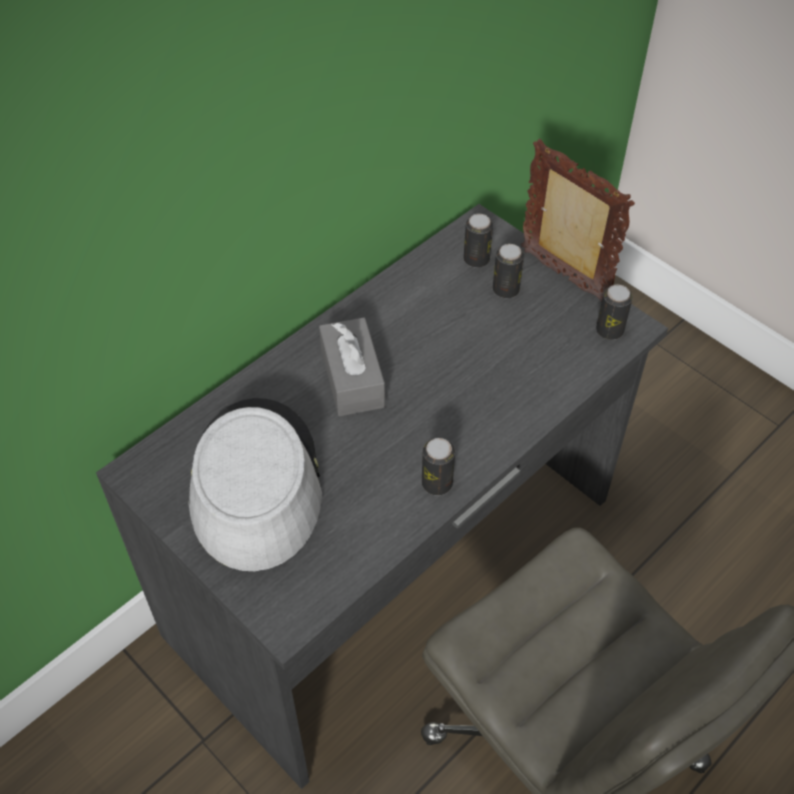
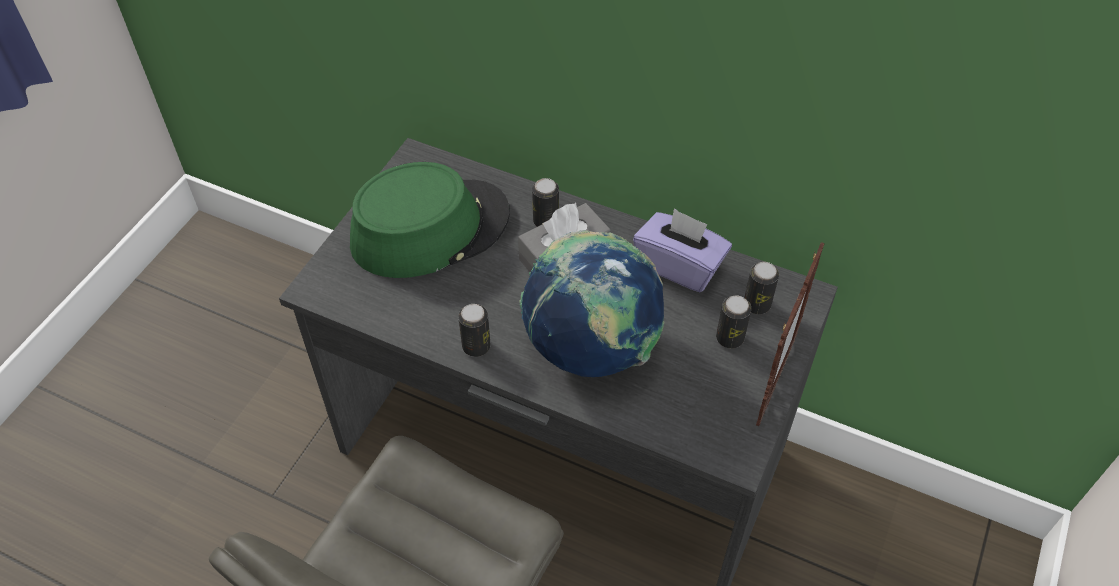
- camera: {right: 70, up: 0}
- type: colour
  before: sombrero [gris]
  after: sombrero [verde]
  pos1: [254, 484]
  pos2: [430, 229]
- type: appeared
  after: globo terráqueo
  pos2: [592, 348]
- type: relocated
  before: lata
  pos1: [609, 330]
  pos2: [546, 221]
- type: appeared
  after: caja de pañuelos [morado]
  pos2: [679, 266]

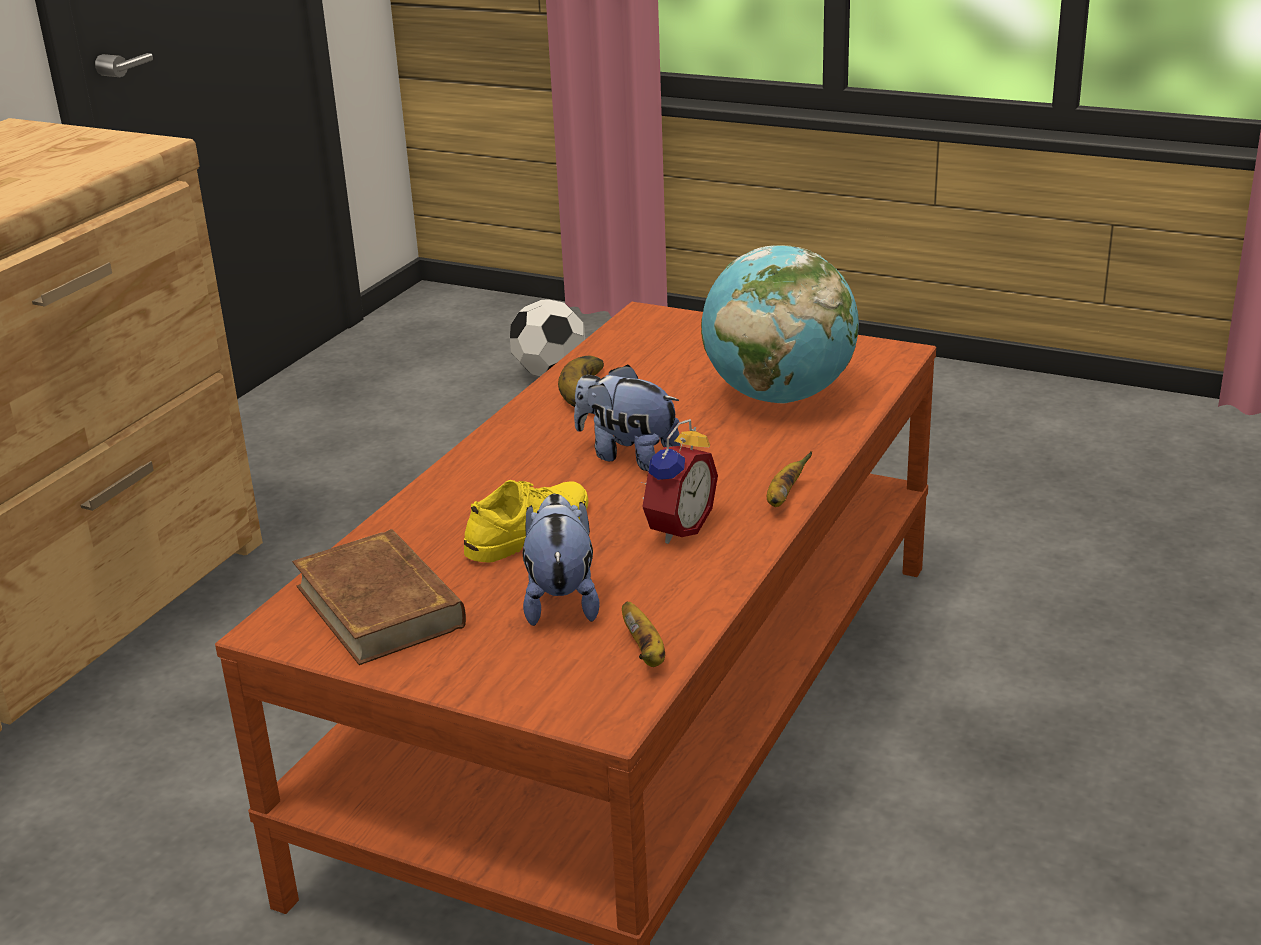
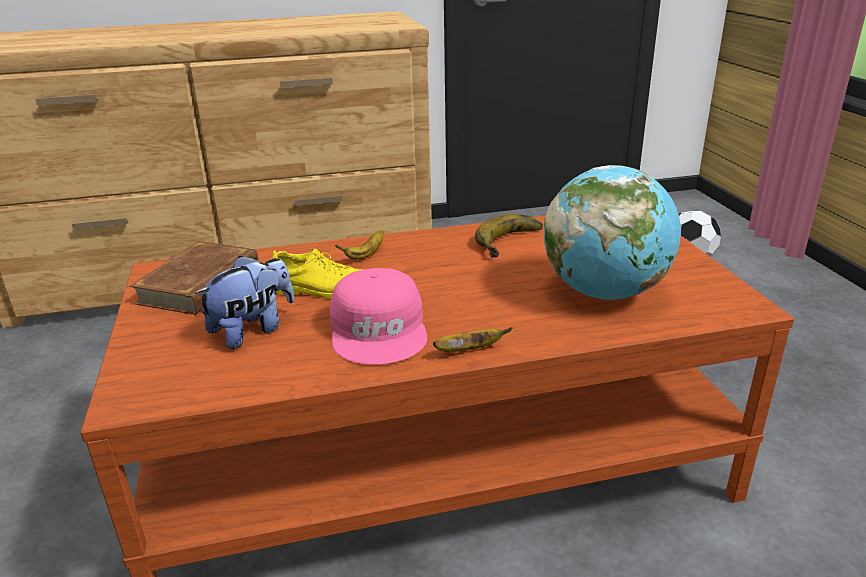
- camera: {right: 50, up: 0}
- type: exchanged
  before: despertador
  after: gorra [rosa]
  pos1: [675, 528]
  pos2: [380, 330]
- type: relocated
  before: plátano
  pos1: [645, 652]
  pos2: [365, 255]
- type: missing
  before: peluche
  pos1: [627, 455]

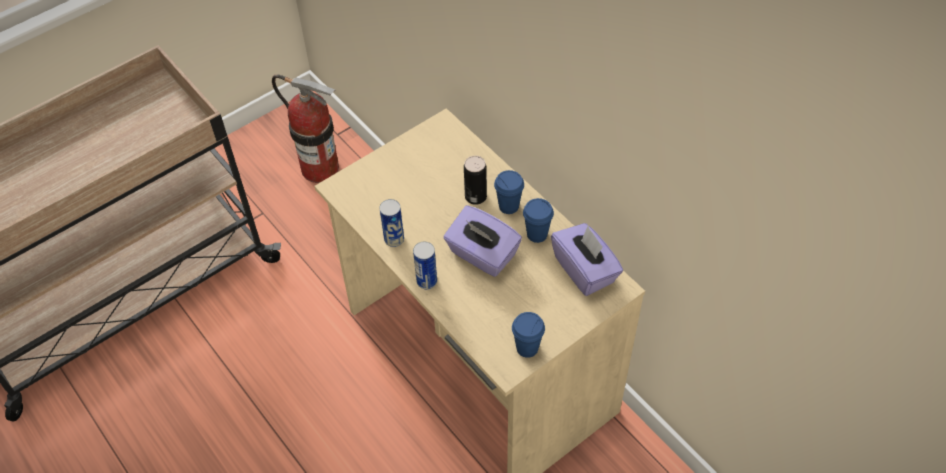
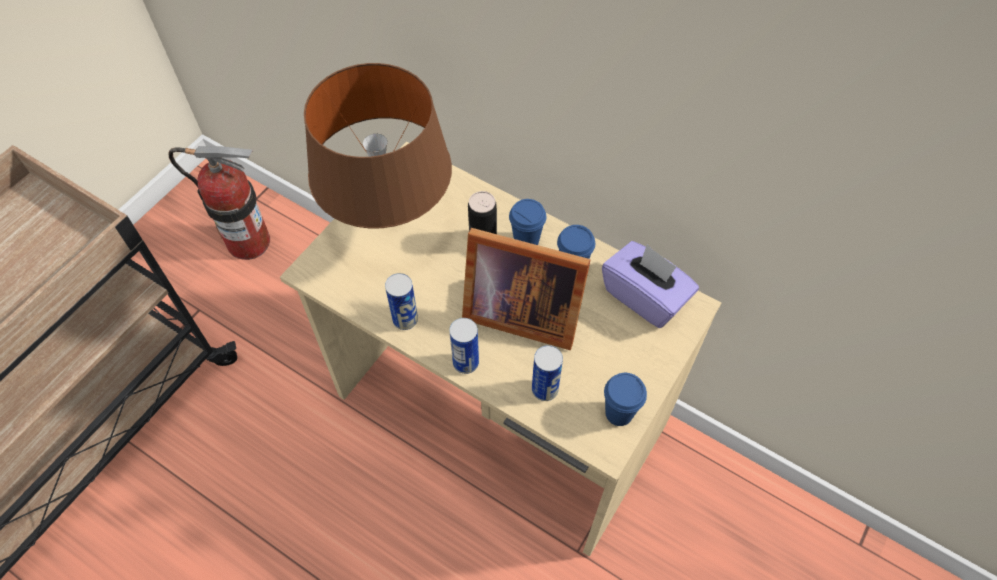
- camera: {right: -20, up: 5}
- type: appeared
  after: lámpara de mesa [marrón]
  pos2: [390, 226]
- type: exchanged
  before: caja de pañuelos [morado]
  after: portarretratos
  pos1: [482, 255]
  pos2: [519, 310]
- type: appeared
  after: lata
  pos2: [545, 389]

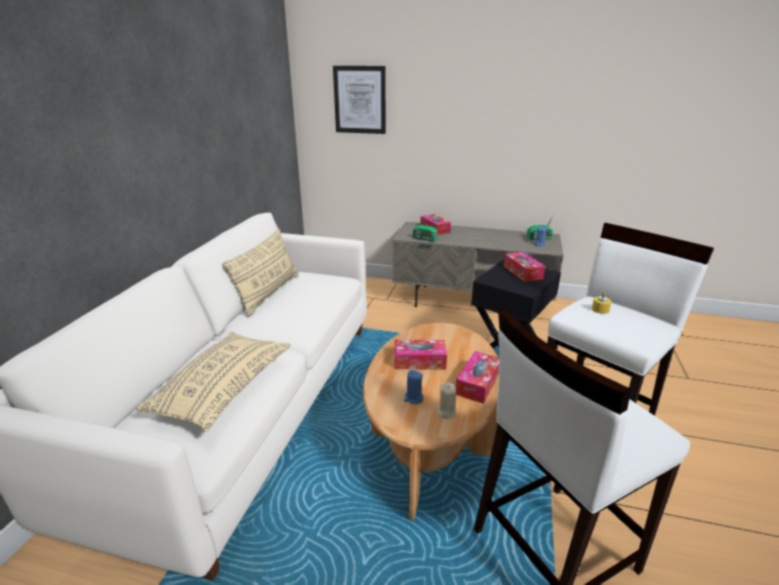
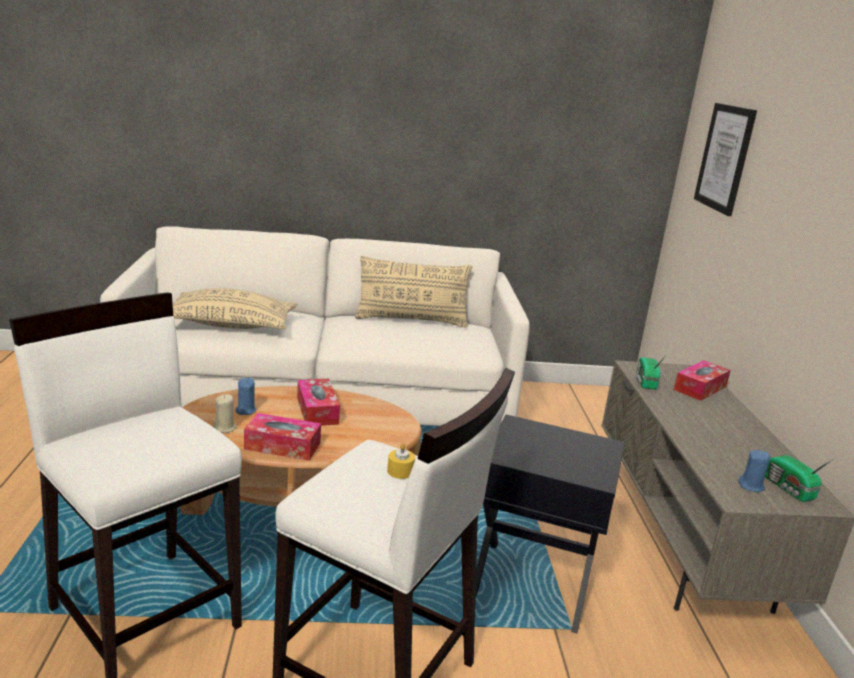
- camera: {right: 70, up: -5}
- type: missing
  before: caja de pañuelos
  pos1: [522, 272]

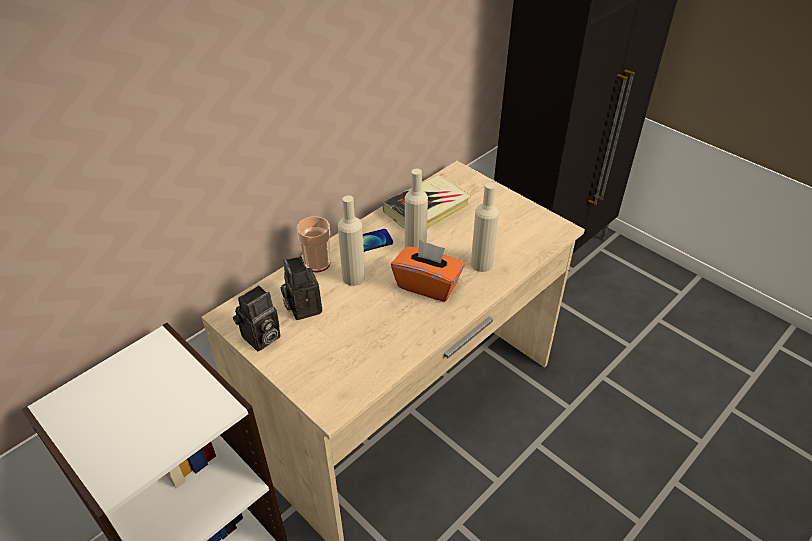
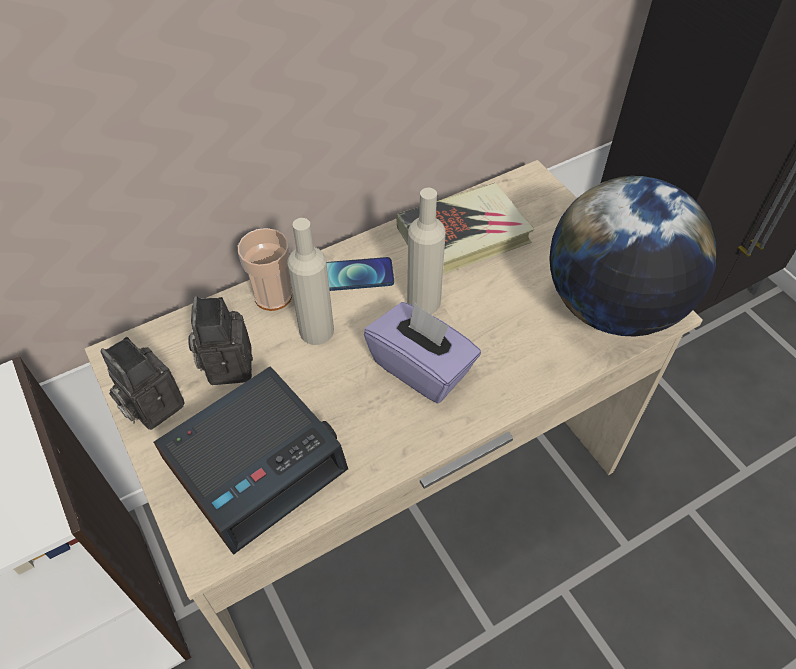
- camera: {right: 15, up: 10}
- type: spun
  before: cámara
  pos1: [261, 339]
  pos2: [150, 405]
  turn: 75
- type: appeared
  after: despertador
  pos2: [255, 462]
- type: colour
  before: caja de pañuelos [naranja]
  after: caja de pañuelos [morado]
  pos1: [428, 285]
  pos2: [421, 367]
- type: appeared
  after: globo terráqueo
  pos2: [612, 307]
- type: missing
  before: botella [beis]
  pos1: [481, 264]

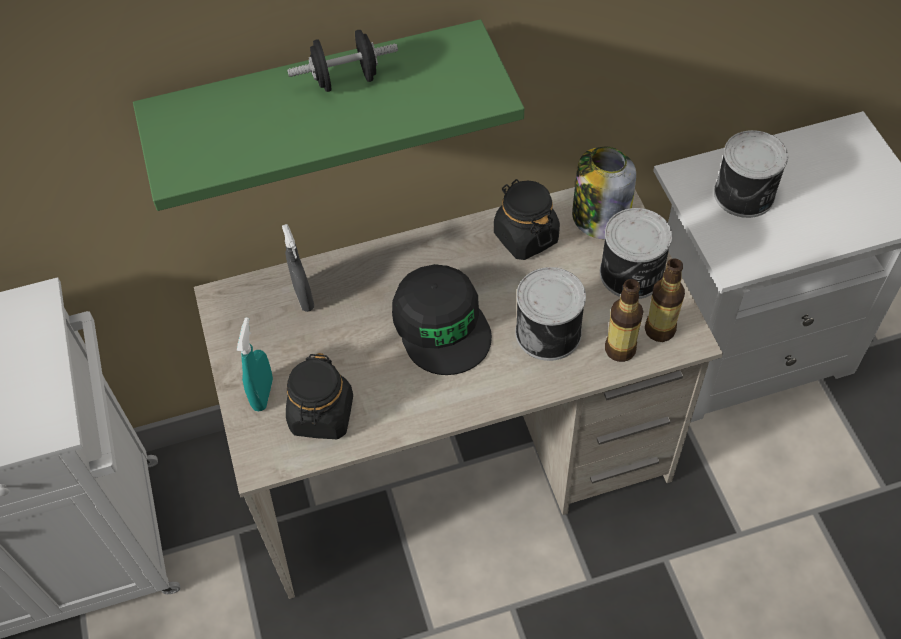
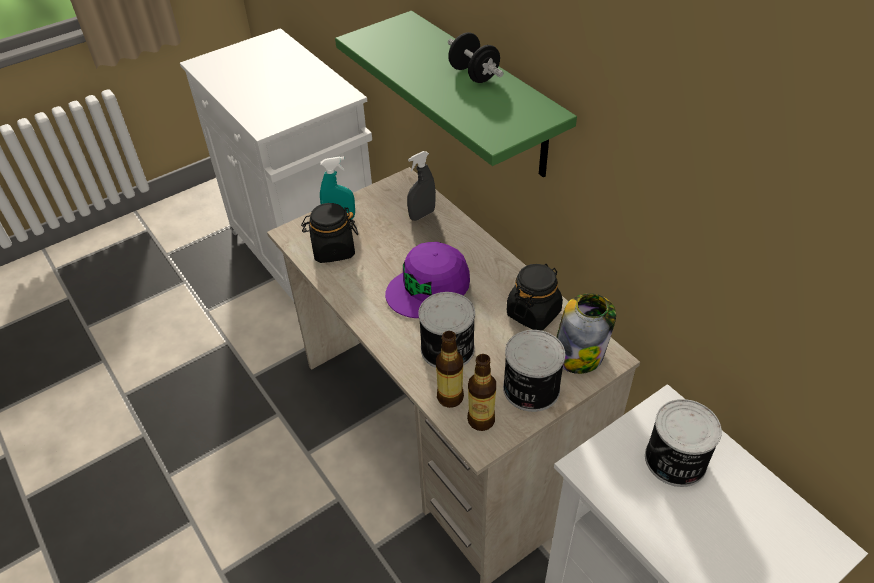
- camera: {right: 70, up: -10}
- type: colour
  before: gorra [negro]
  after: gorra [morado]
  pos1: [442, 325]
  pos2: [429, 287]

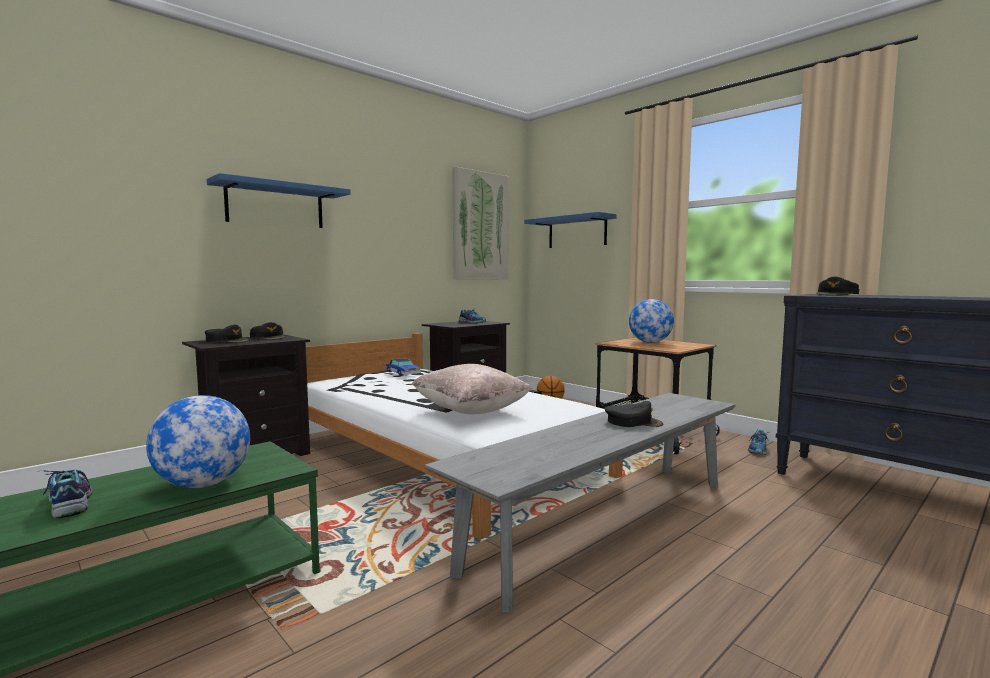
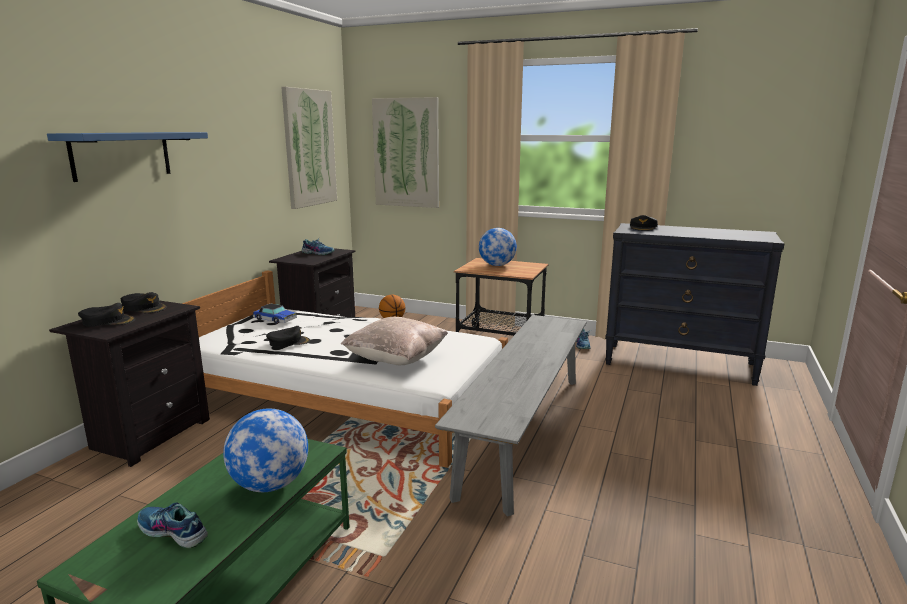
- camera: {right: -25, up: 10}
- type: relocated
  before: gorra [negro]
  pos1: [633, 422]
  pos2: [288, 342]
- type: exchanged
  before: estante [azul]
  after: cuadro
  pos1: [577, 232]
  pos2: [406, 153]

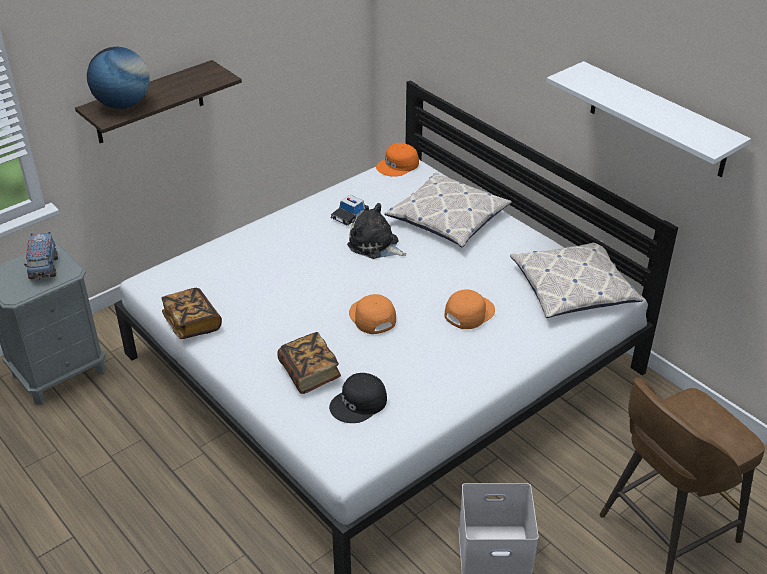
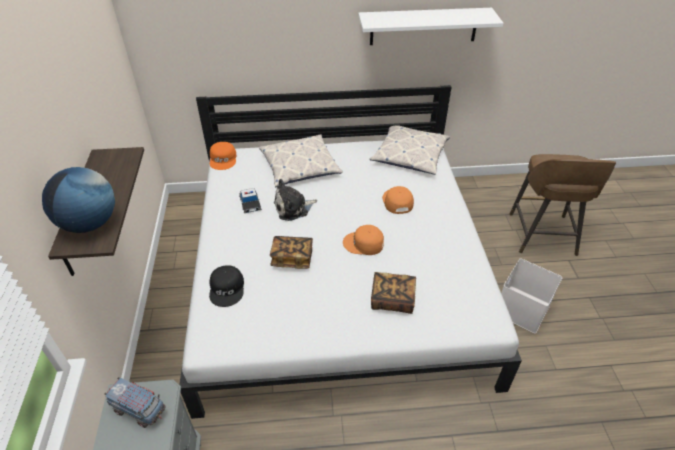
- camera: {right: -55, up: 5}
- type: relocated
  before: gorra [negro]
  pos1: [359, 404]
  pos2: [227, 289]
- type: relocated
  before: libro
  pos1: [192, 323]
  pos2: [292, 258]

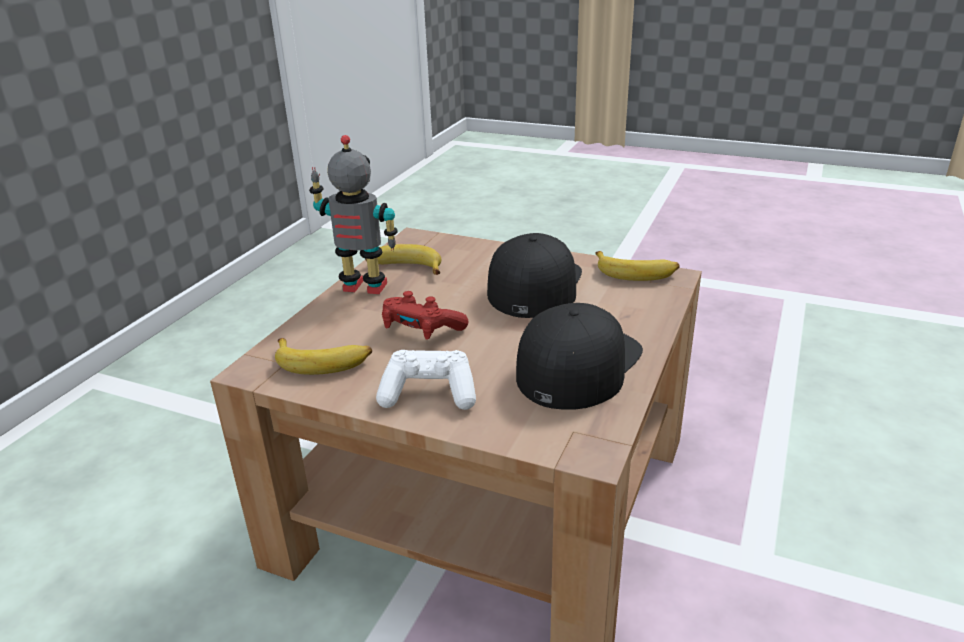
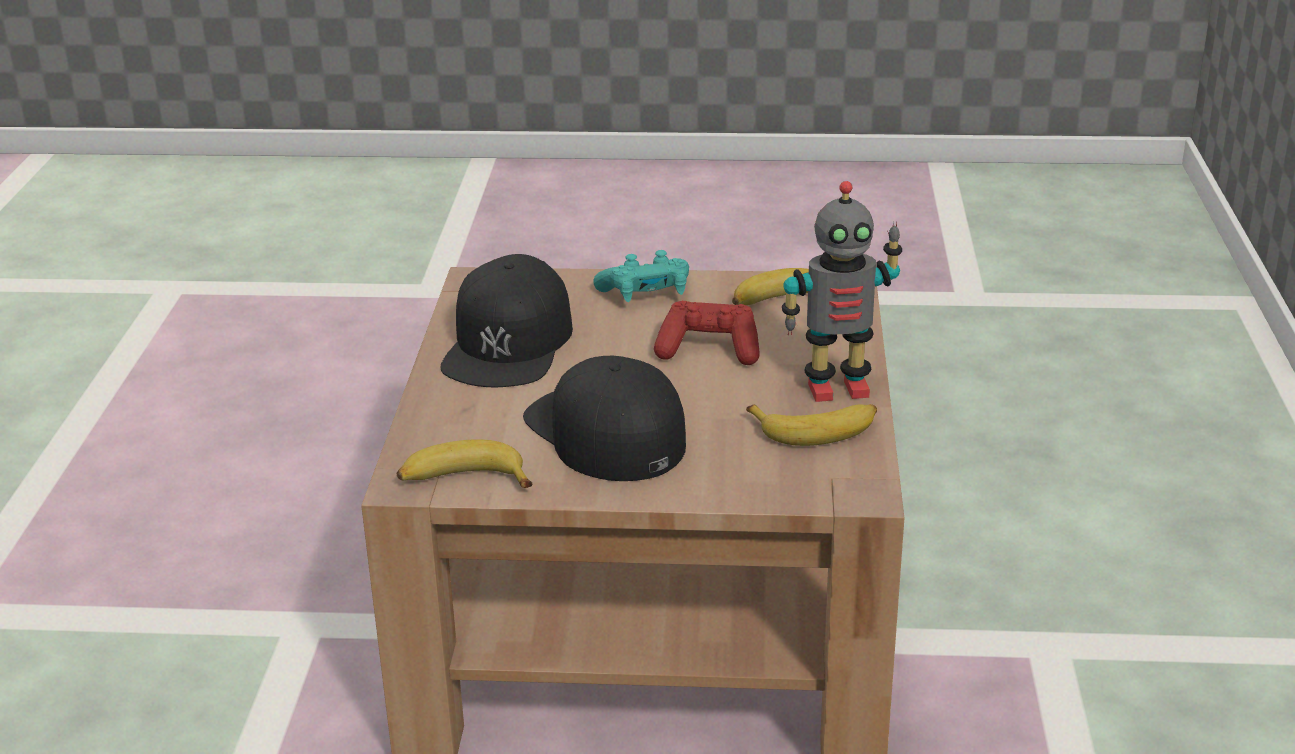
- camera: {right: 160, up: 0}
- type: spun
  before: gorra [negro]
  pos1: [535, 285]
  pos2: [605, 432]
  turn: 150
- type: colour
  before: mando de consola [blanco]
  after: mando de consola [turquesa]
  pos1: [429, 394]
  pos2: [646, 295]

